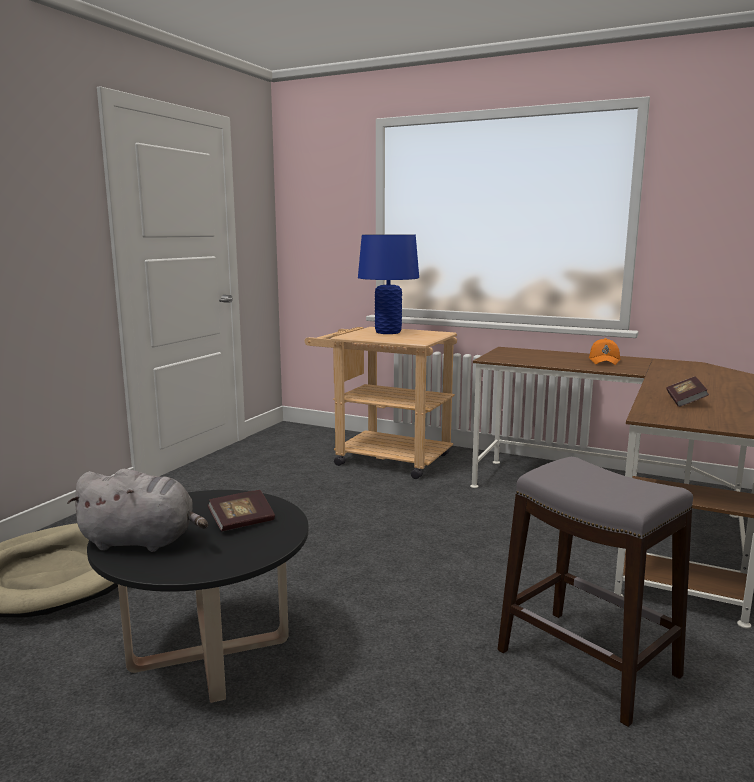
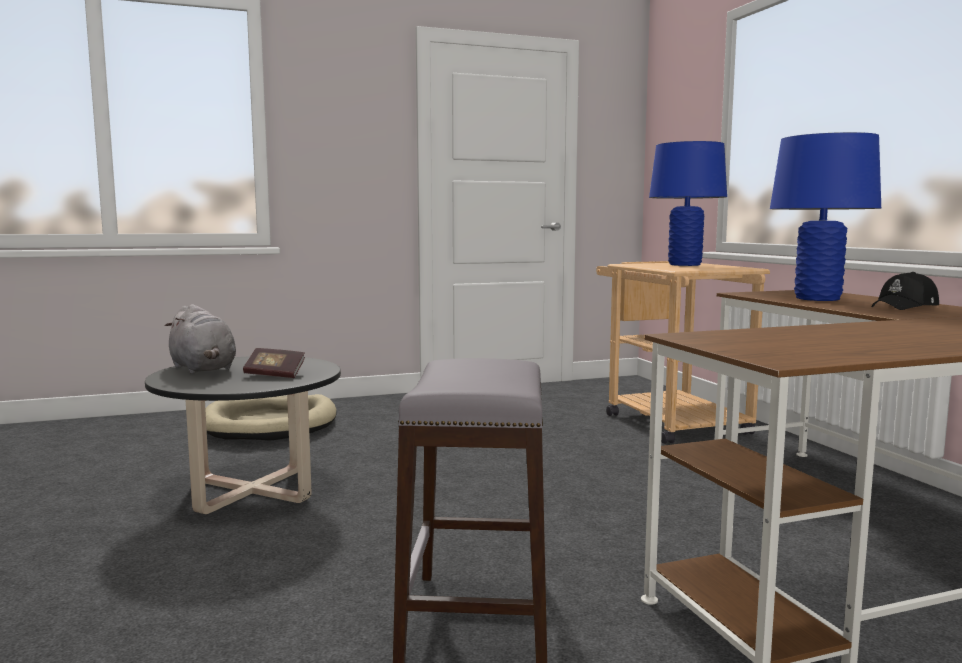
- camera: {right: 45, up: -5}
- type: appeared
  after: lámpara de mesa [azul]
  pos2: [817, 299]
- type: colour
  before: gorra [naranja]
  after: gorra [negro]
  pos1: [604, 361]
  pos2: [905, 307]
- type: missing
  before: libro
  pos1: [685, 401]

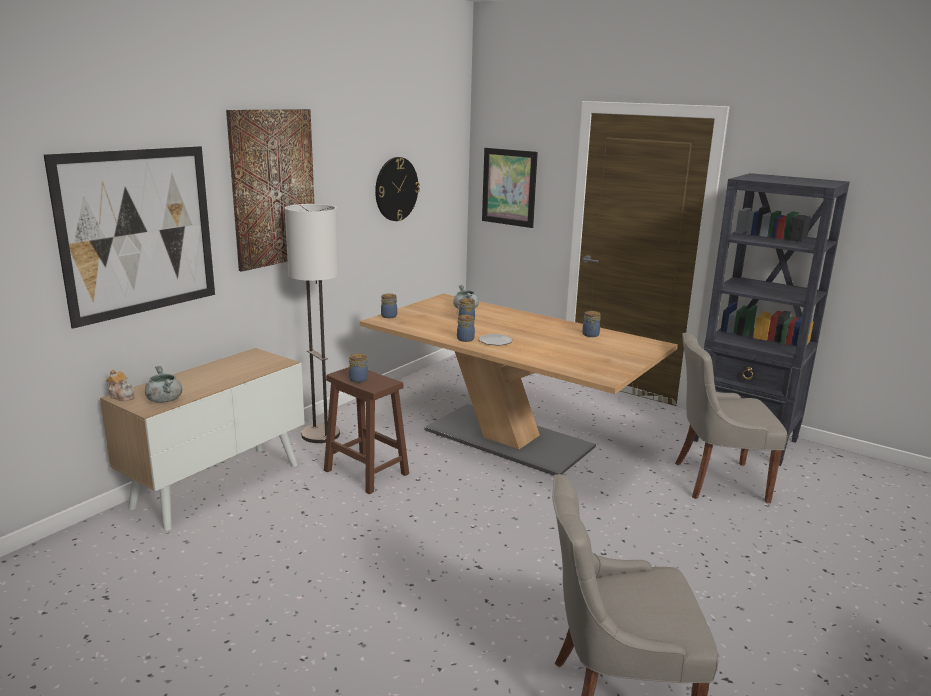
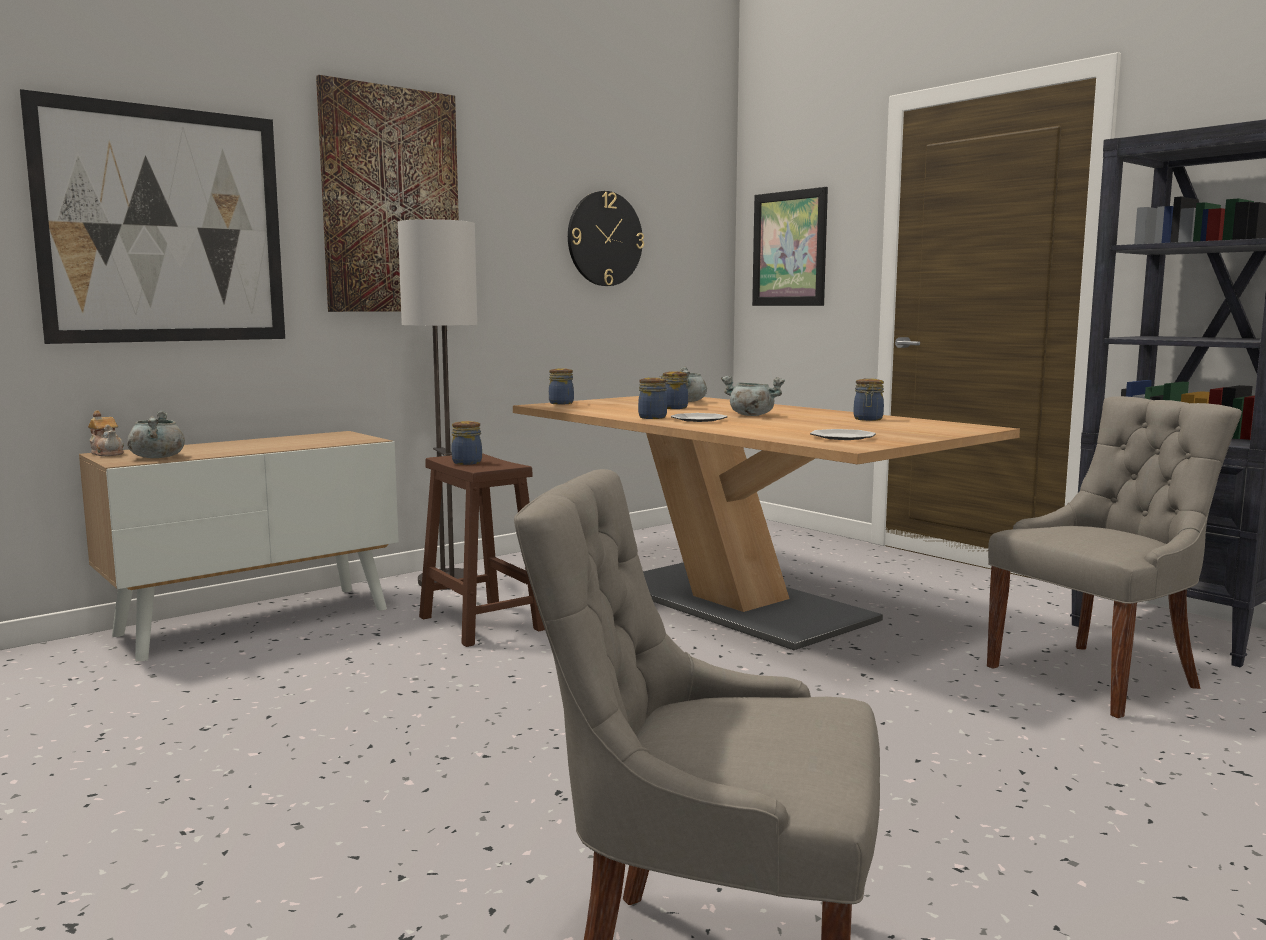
- camera: {right: 15, up: -10}
- type: appeared
  after: olla [gris]
  pos2: [751, 415]
- type: appeared
  after: plato
  pos2: [842, 437]
- type: spun
  before: silla [gris]
  pos1: [717, 481]
  pos2: [1097, 677]
  turn: 135

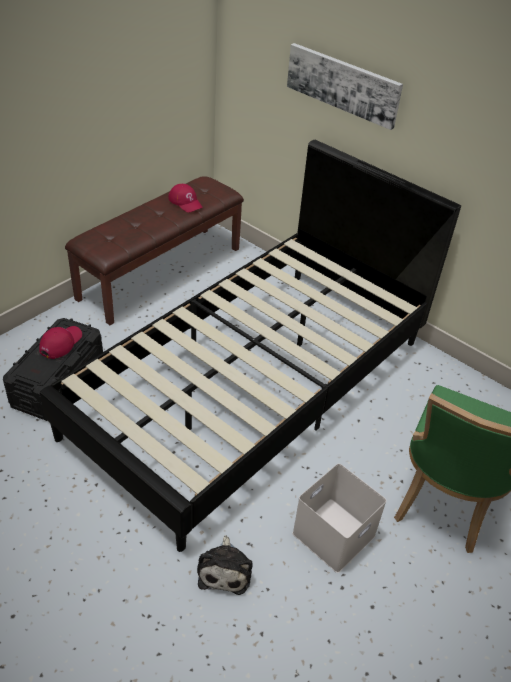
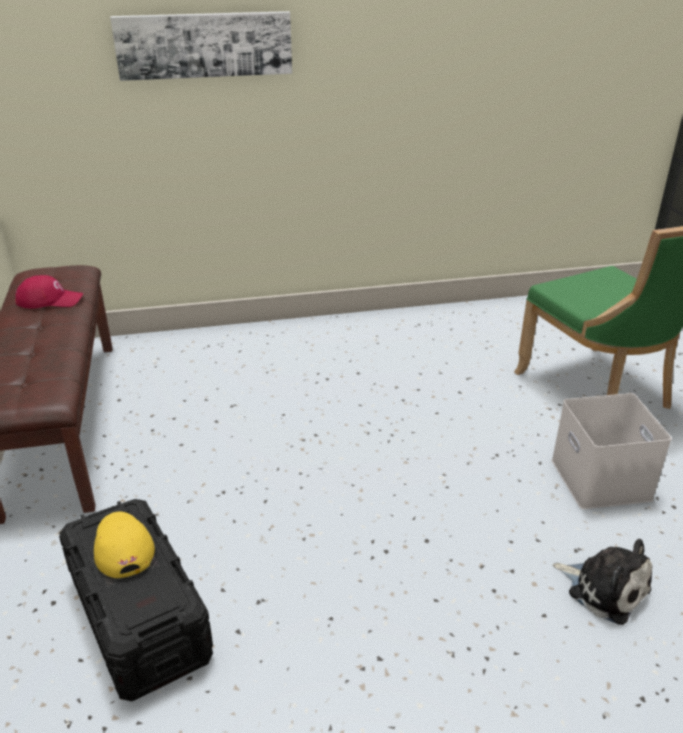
- camera: {right: -50, up: -10}
- type: colour
  before: gorra [rojo]
  after: gorra [amarillo]
  pos1: [60, 343]
  pos2: [122, 546]
- type: missing
  before: cama [negro]
  pos1: [252, 386]

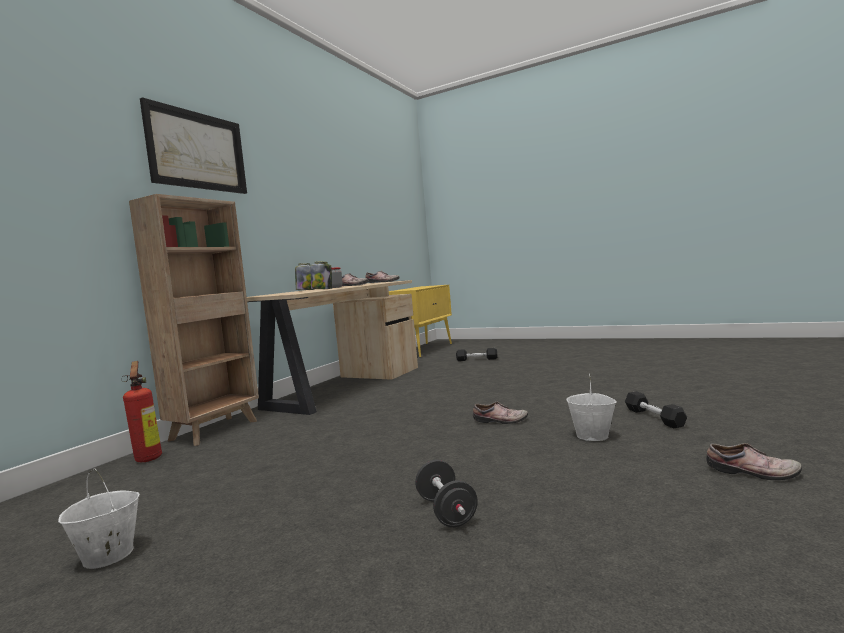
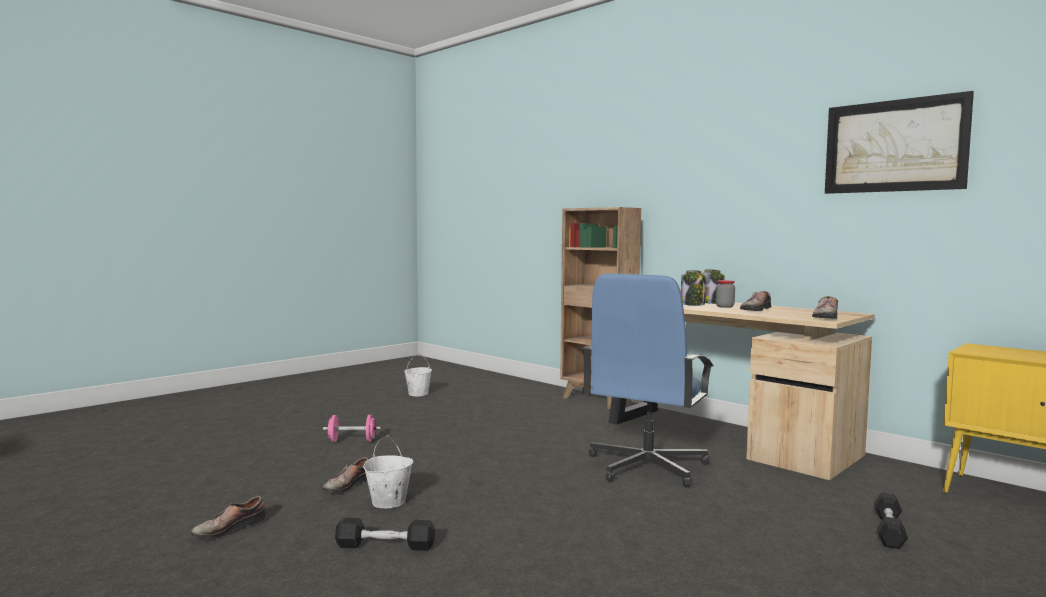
- camera: {right: 105, up: 0}
- type: relocated
  before: zapato
  pos1: [500, 421]
  pos2: [346, 485]
- type: colour
  before: mancuerna [negro]
  after: mancuerna [rosa]
  pos1: [446, 512]
  pos2: [352, 441]
- type: appeared
  after: silla de oficina [azul]
  pos2: [646, 467]
- type: relocated
  before: cuadro
  pos1: [197, 151]
  pos2: [894, 146]
- type: missing
  before: extintor
  pos1: [149, 457]

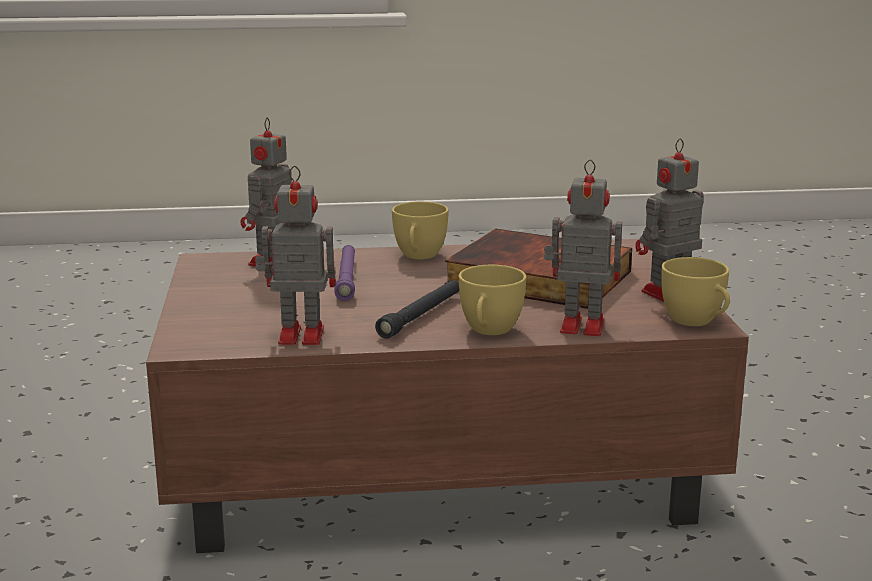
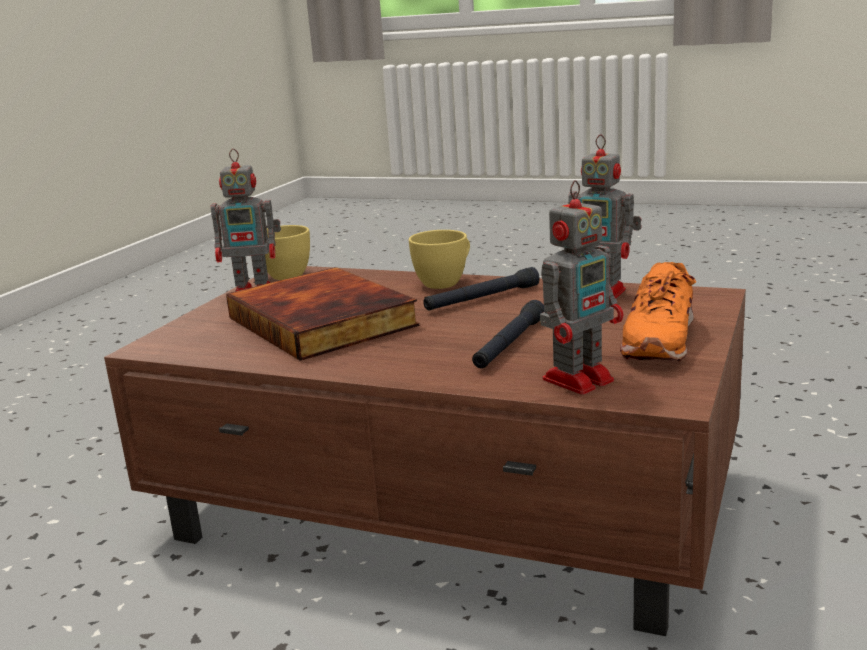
- camera: {right: -150, up: 0}
- type: colour
  before: linterna [morado]
  after: linterna [negro]
  pos1: [346, 279]
  pos2: [510, 344]
- type: appeared
  after: zapato [naranja]
  pos2: [658, 339]
- type: missing
  before: taza [amarillo]
  pos1: [418, 257]
- type: missing
  before: robot de juguete
  pos1: [579, 326]

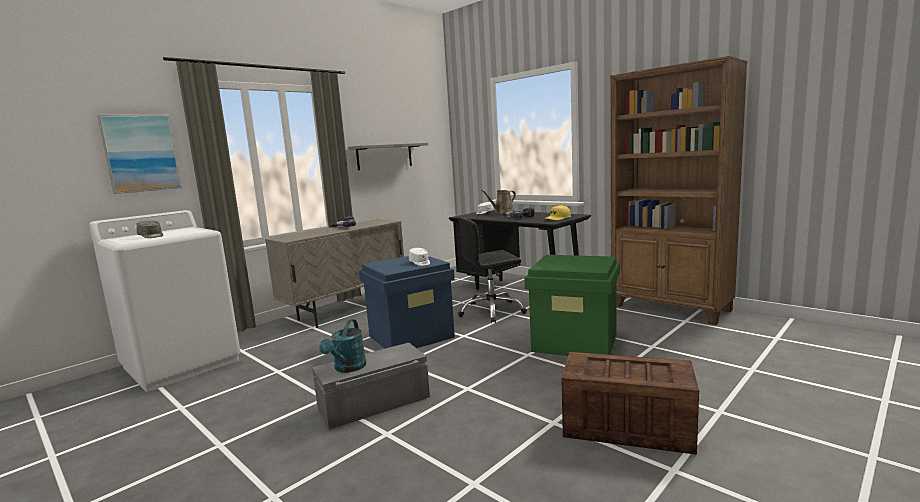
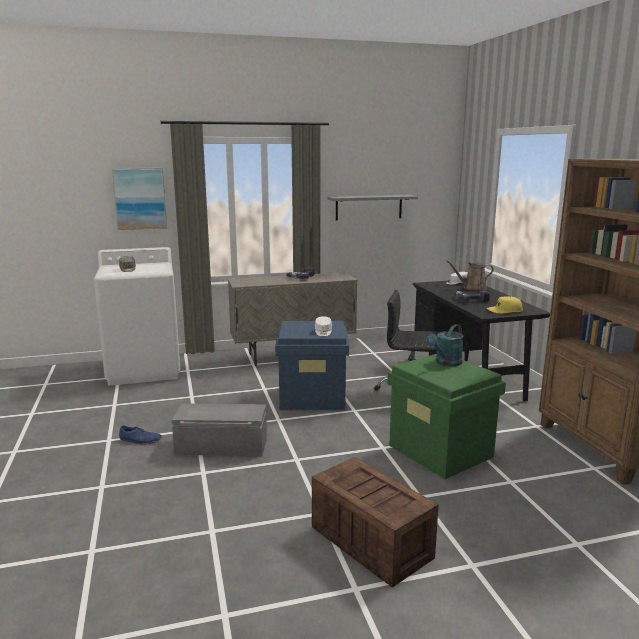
- camera: {right: 30, up: 5}
- type: appeared
  after: zapato [azul]
  pos2: [140, 440]
- type: relocated
  before: regadera [turquesa]
  pos1: [348, 368]
  pos2: [446, 363]

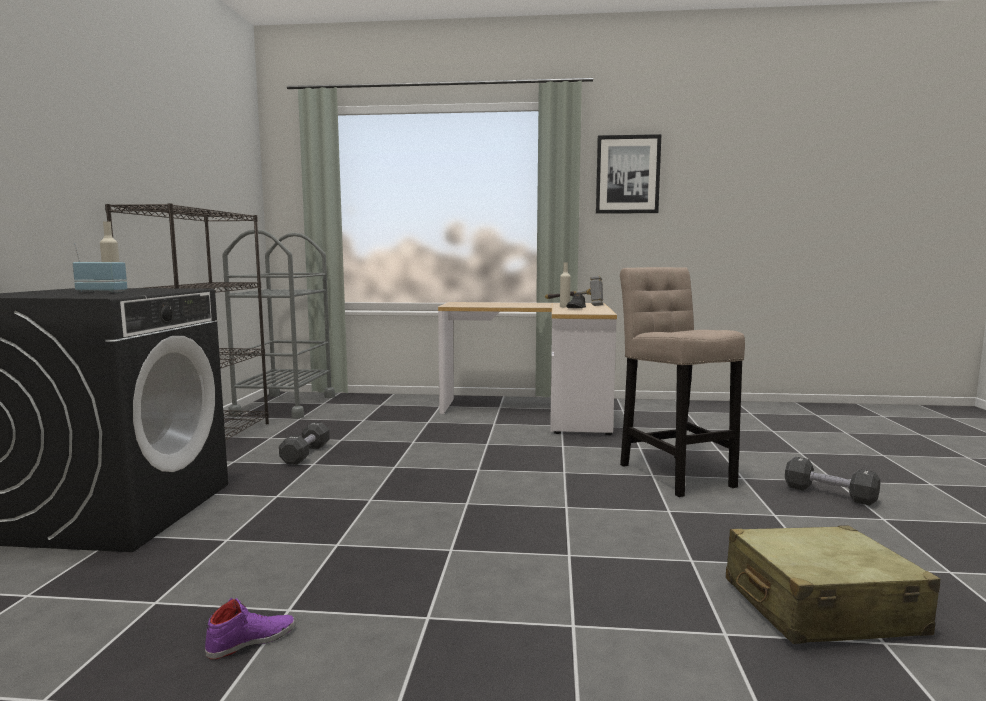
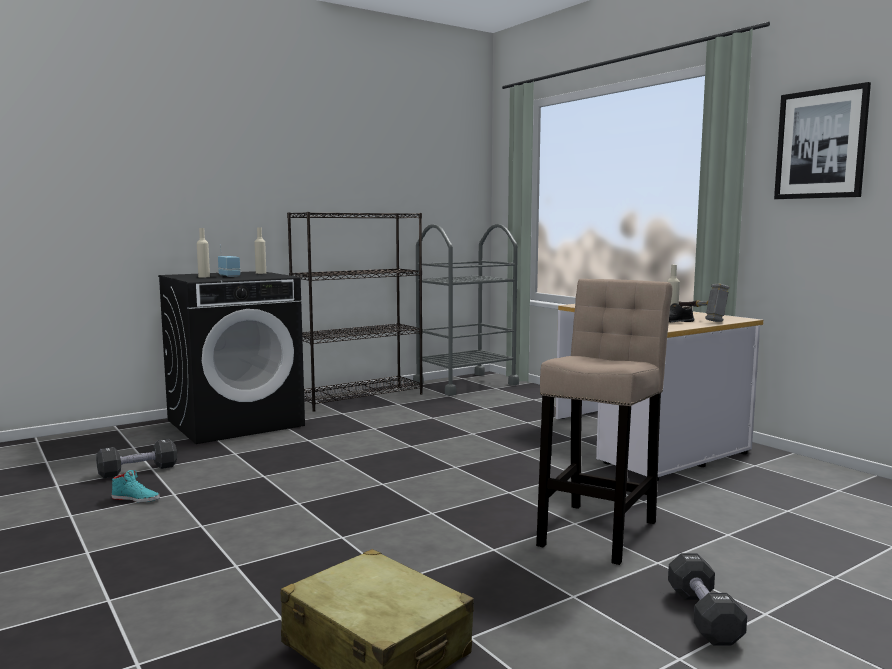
- camera: {right: 50, up: 0}
- type: relocated
  before: mancuerna [negro]
  pos1: [305, 454]
  pos2: [138, 471]
- type: colour
  before: zapato [morado]
  after: zapato [turquesa]
  pos1: [251, 640]
  pos2: [136, 498]
- type: appeared
  after: botella [beis]
  pos2: [204, 277]

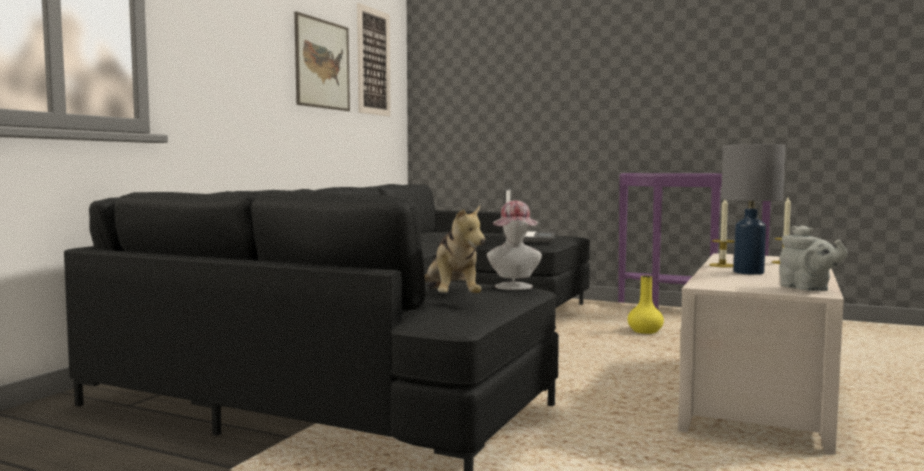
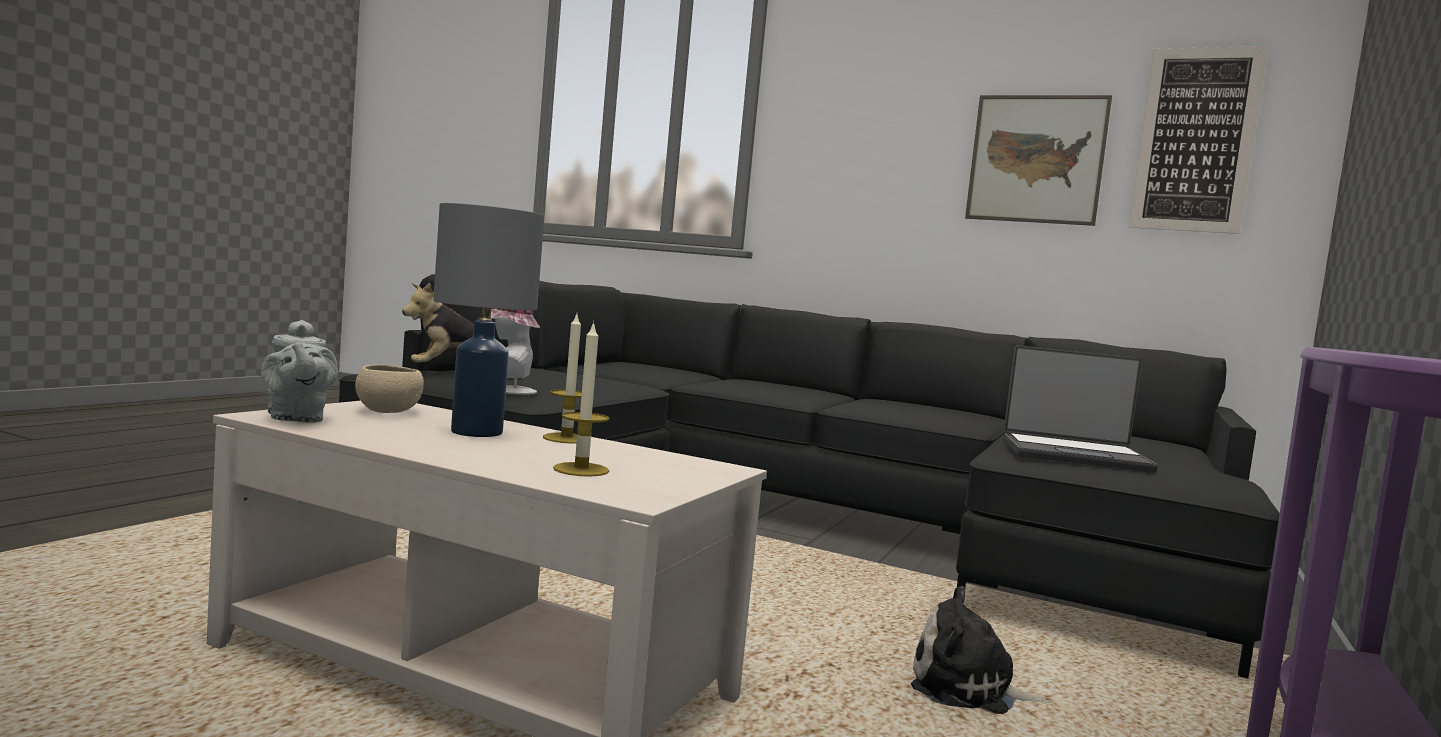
- camera: {right: 90, up: 0}
- type: spun
  before: tetera [gris]
  pos1: [807, 289]
  pos2: [296, 418]
  turn: -90
- type: appeared
  after: cuenco [beis]
  pos2: [388, 411]
- type: exchanged
  before: florero [amarillo]
  after: peluche
  pos1: [645, 332]
  pos2: [970, 690]

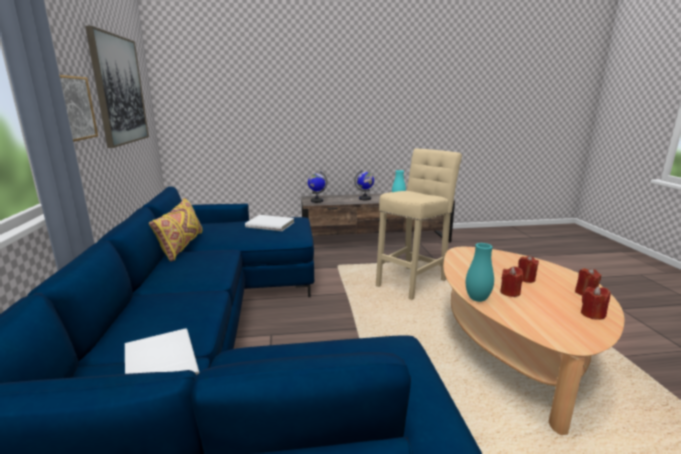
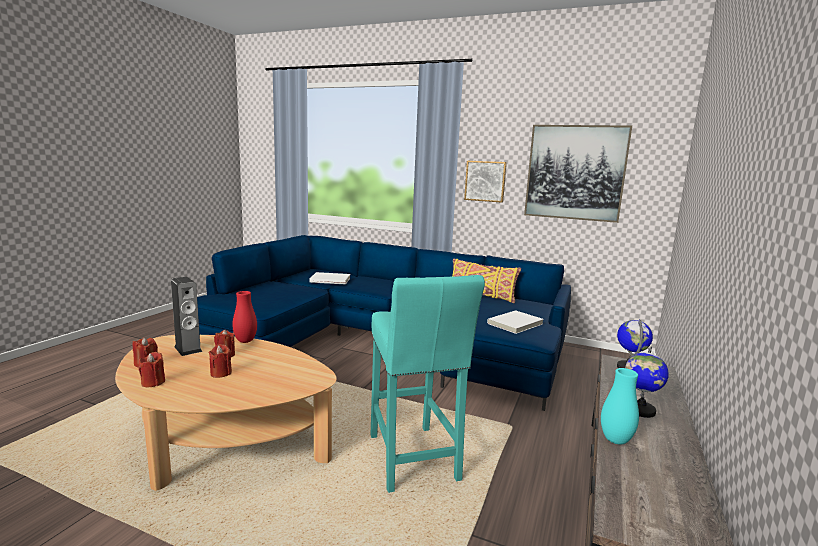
- camera: {right: 120, up: -5}
- type: appeared
  after: altavoz
  pos2: [188, 349]
- type: colour
  before: florero [turquesa]
  after: florero [rojo]
  pos1: [477, 299]
  pos2: [245, 341]
- type: colour
  before: taburete [beis]
  after: taburete [turquesa]
  pos1: [413, 282]
  pos2: [413, 461]

